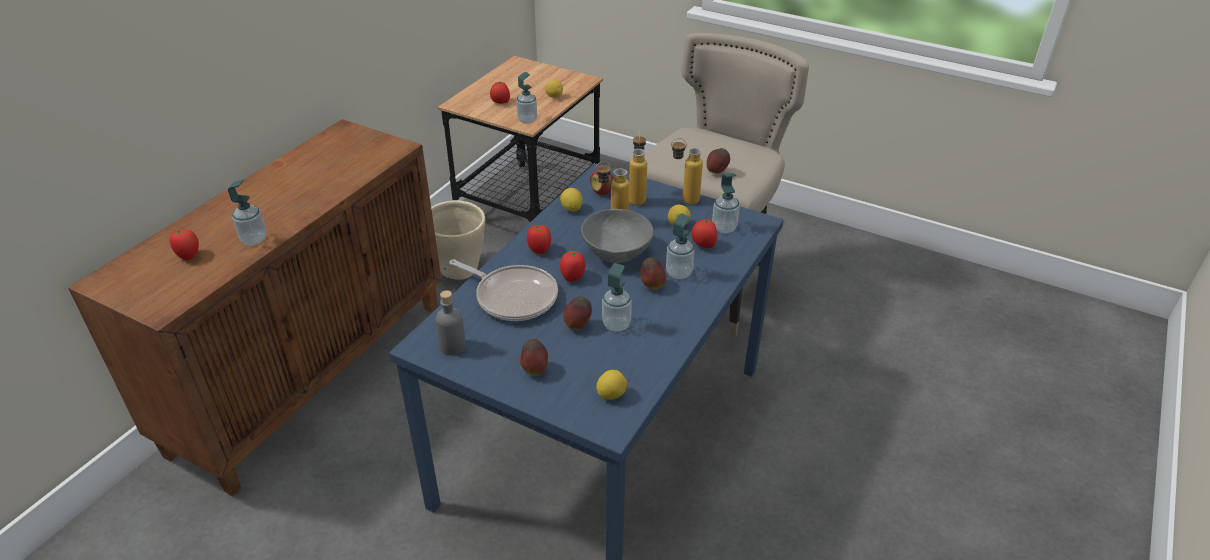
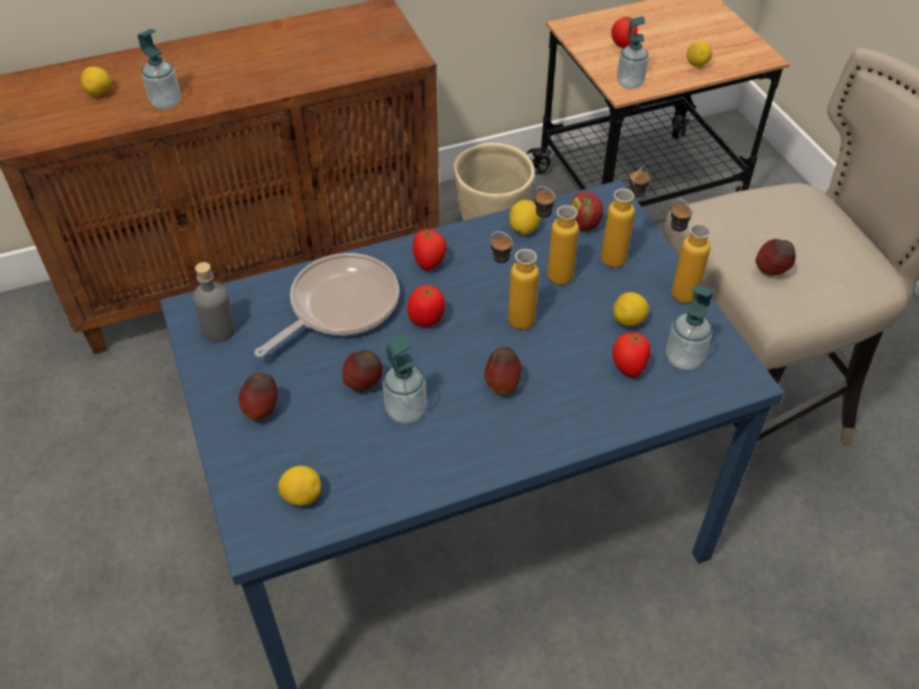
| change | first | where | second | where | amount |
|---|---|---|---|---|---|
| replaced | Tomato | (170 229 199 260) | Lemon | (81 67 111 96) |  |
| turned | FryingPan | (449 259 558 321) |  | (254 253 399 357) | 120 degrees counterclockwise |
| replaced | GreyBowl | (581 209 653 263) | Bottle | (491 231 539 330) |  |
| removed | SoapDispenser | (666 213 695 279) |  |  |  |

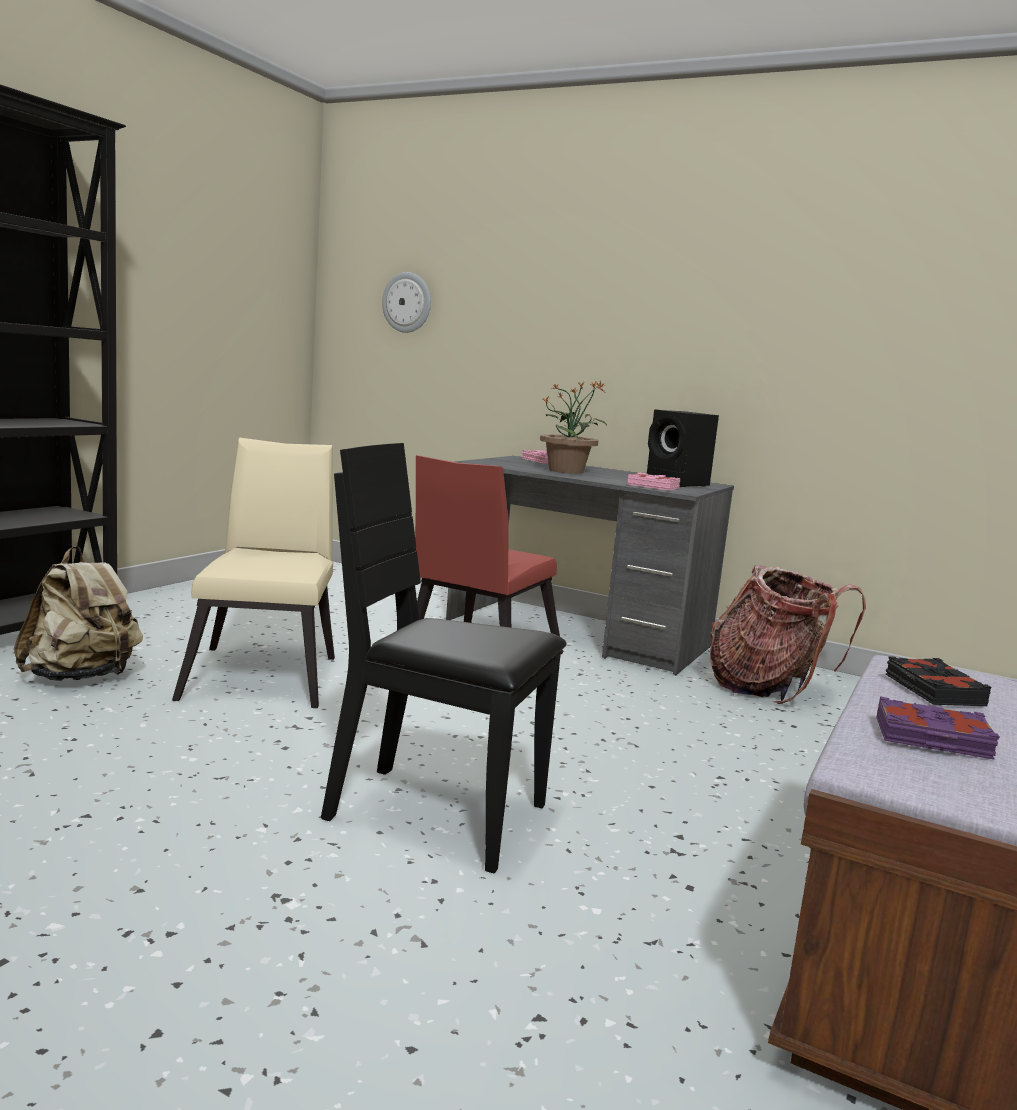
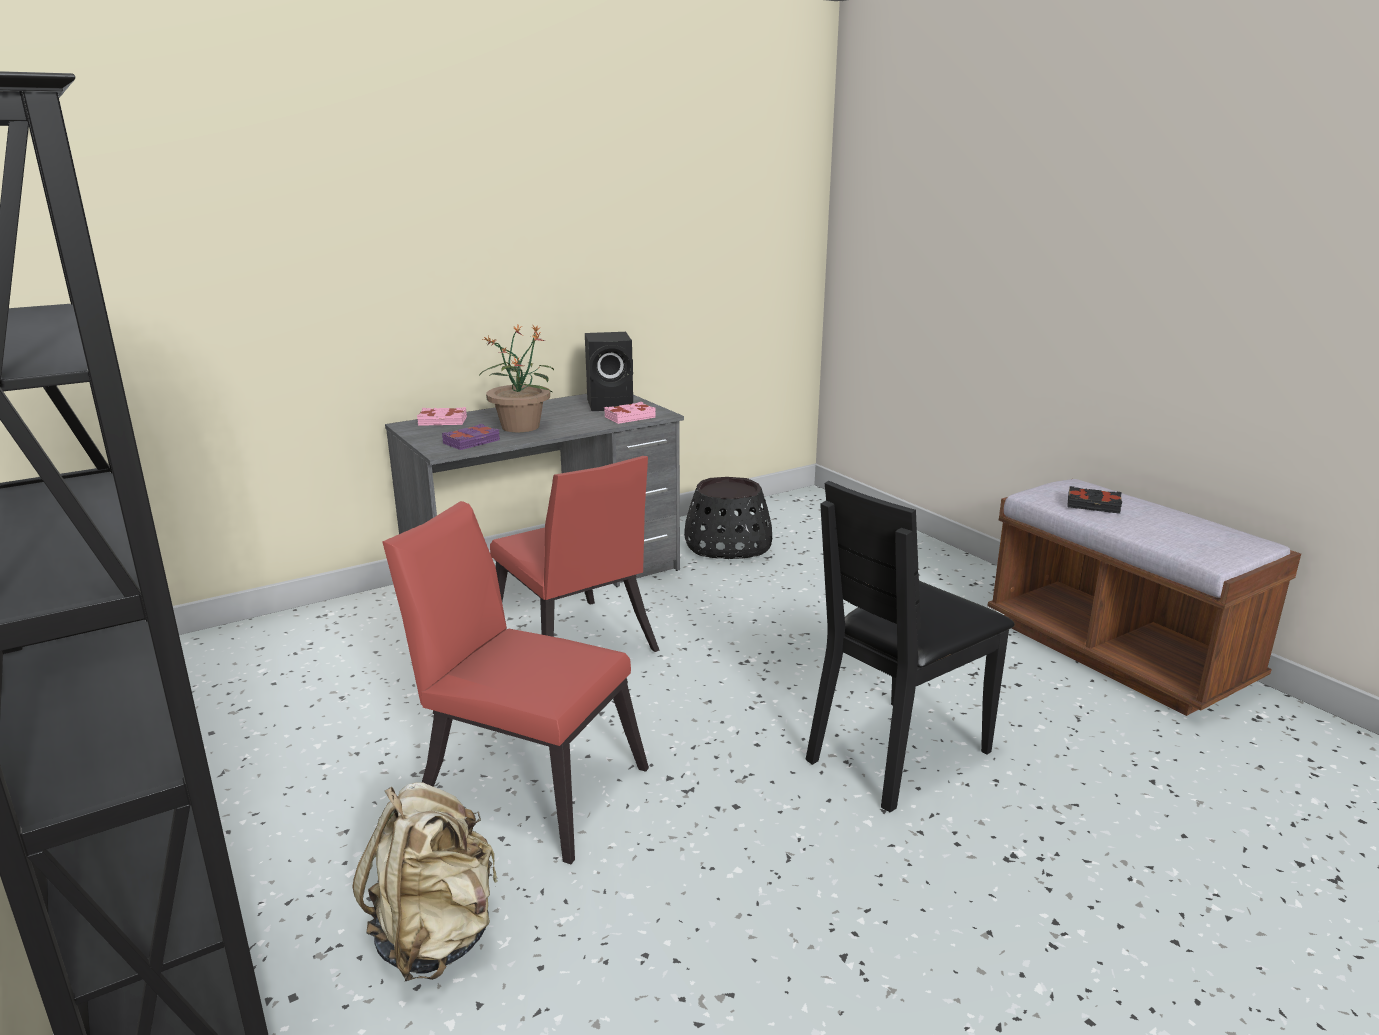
| change | first | where | second | where | amount |
|---|---|---|---|---|---|
| recoloured | BeigeChair | (172 438 335 708) | RedChair | (382 501 649 865) |  |
| removed | WallClock | (382 272 431 333) |  |  |  |
| replaced | Backpack | (710 565 866 704) | BlackPlanter | (684 477 772 559) |  |
| moved | PurpleBook | (876 697 1000 759) |  | (442 424 500 450) |  |

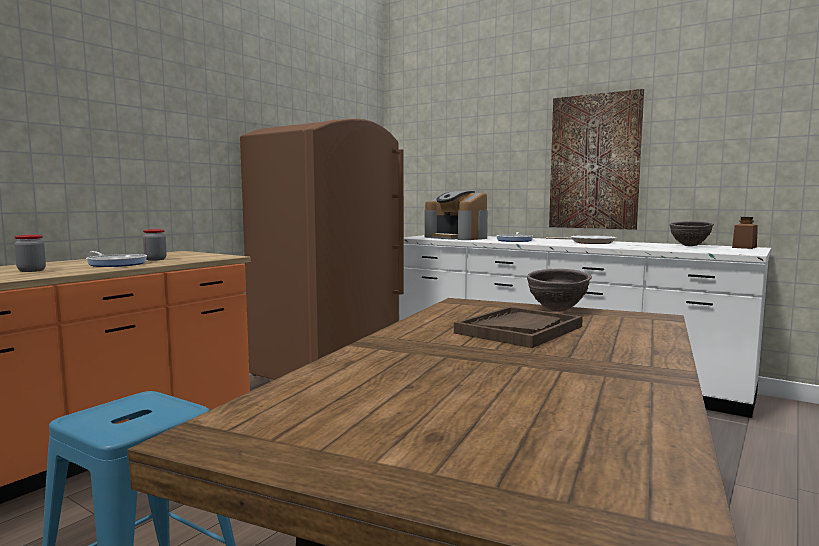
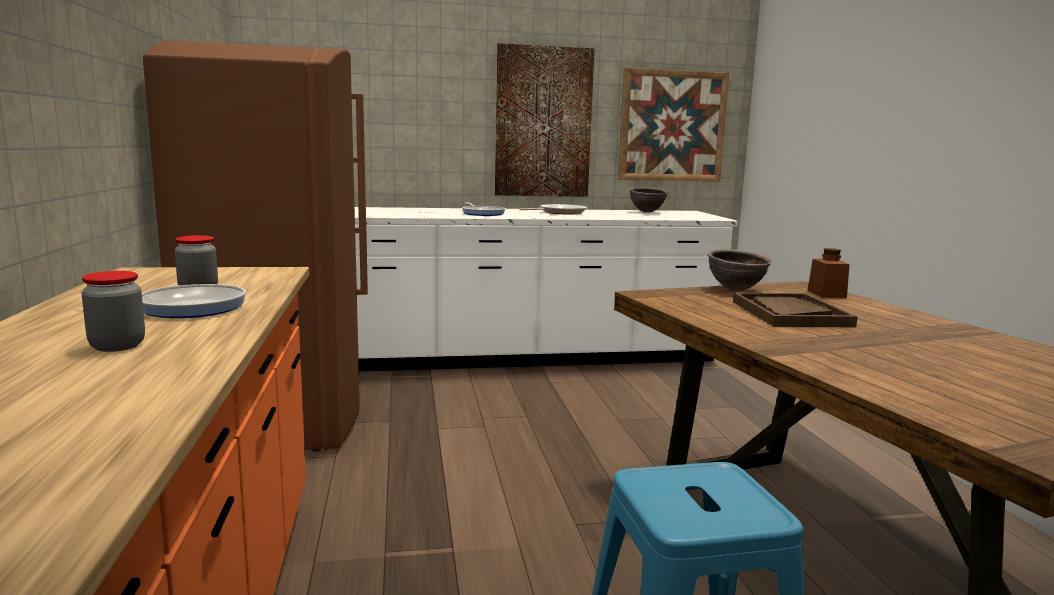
| change | first | where | second | where | amount |
|---|---|---|---|---|---|
| removed | CoffeeMachine | (425 191 488 240) |  |  |  |
| moved | BrownJar | (732 217 758 249) |  | (807 248 850 298) |  |
| added |  |  | Picture | (618 68 729 182) |  |

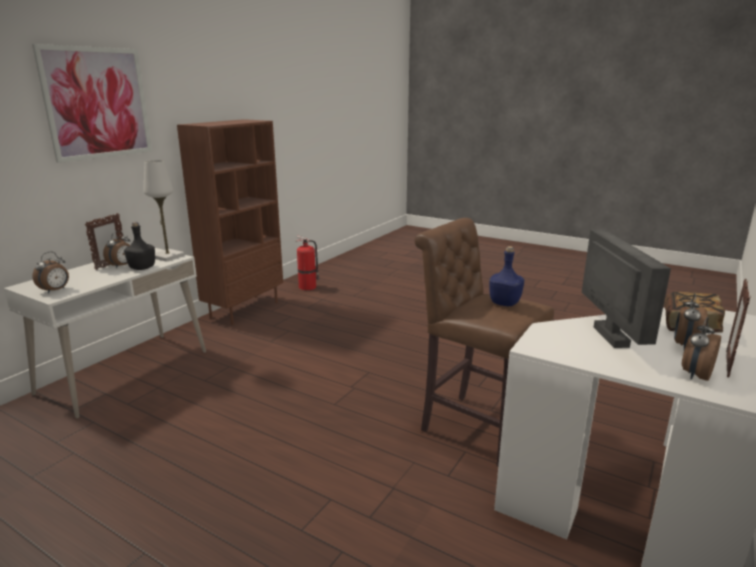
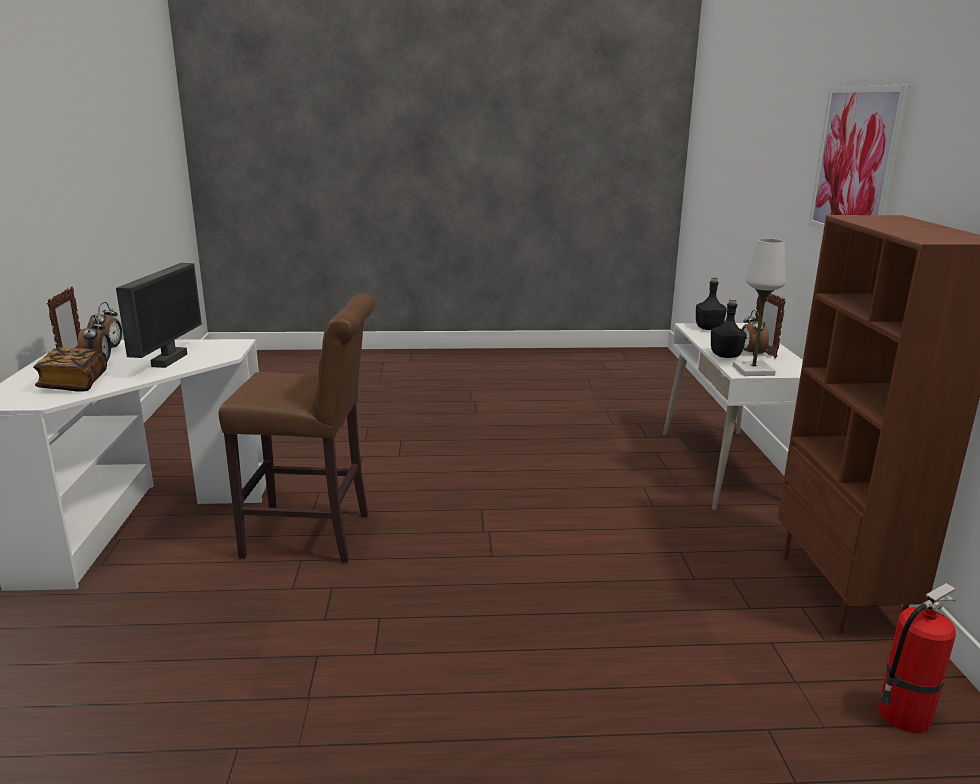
| change | first | where | second | where | amount |
|---|---|---|---|---|---|
| replaced | AlarmClock | (32 251 69 293) | BlackBottle | (696 277 727 330) |  |
| removed | BlueBottle | (489 246 524 306) |  |  |  |
| turned | Monitor | (582 230 671 348) |  | (116 263 202 368) | 135 degrees counterclockwise |

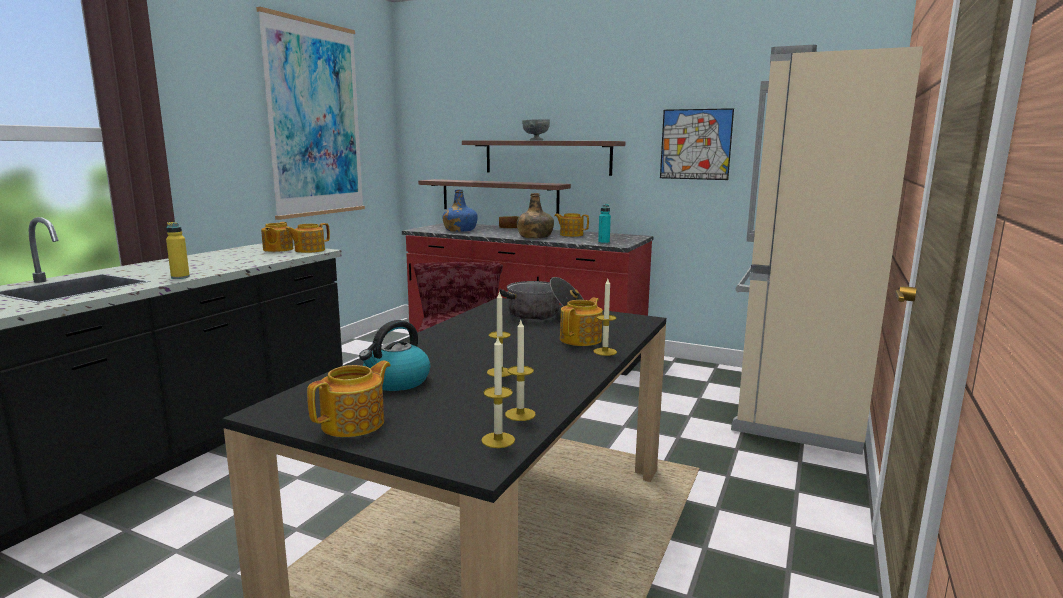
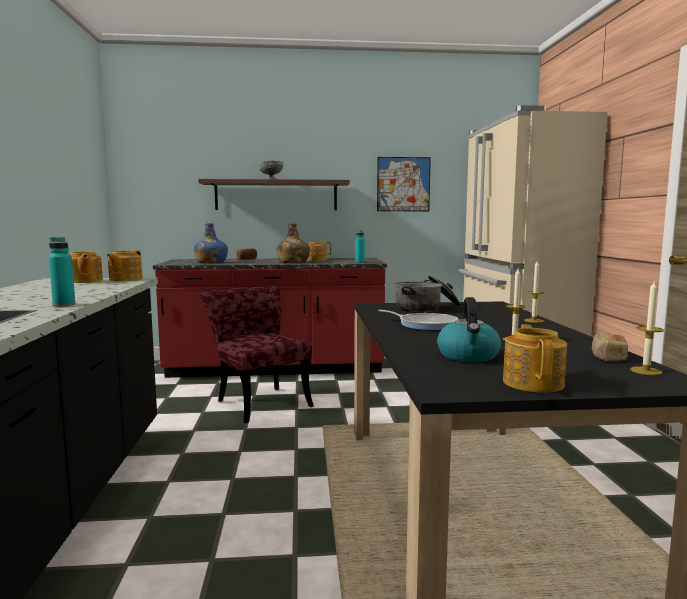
| change | first | where | second | where | amount |
|---|---|---|---|---|---|
| recoloured | YellowBottle | (166 222 190 279) | TurquoiseBottle | (49 237 75 306) |  |
| removed | Picture | (256 7 365 220) |  |  |  |
| removed | Shelf | (418 179 571 214) |  |  |  |
| replaced | Candle | (505 320 536 421) | Bread | (592 332 628 361) |  |
| removed | Teapot | (560 298 603 346) |  |  |  |
| added |  |  | FryingPan | (378 310 459 331) |  |

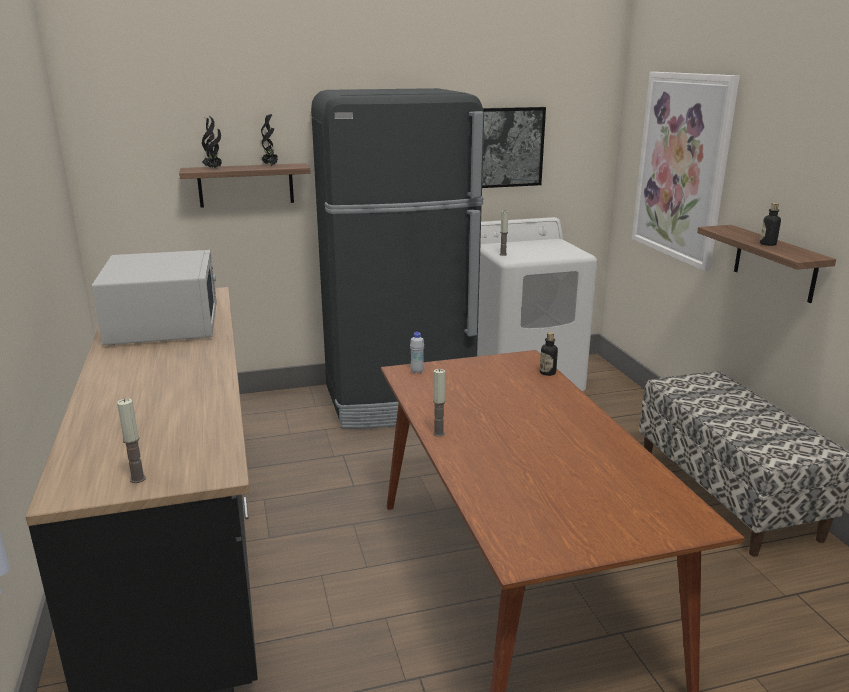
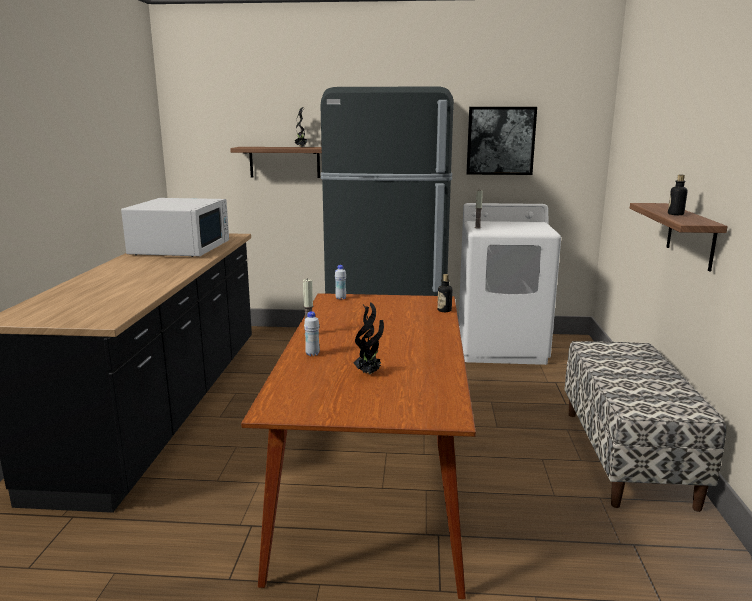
| change | first | where | second | where | amount |
|---|---|---|---|---|---|
| removed | Candle | (117 399 146 483) |  |  |  |
| moved | PottedPlant | (202 116 222 169) |  | (353 302 384 374) |  |
| removed | Picture | (632 72 740 271) |  |  |  |
| added |  |  | WhiteBottle | (304 311 320 356) |  |

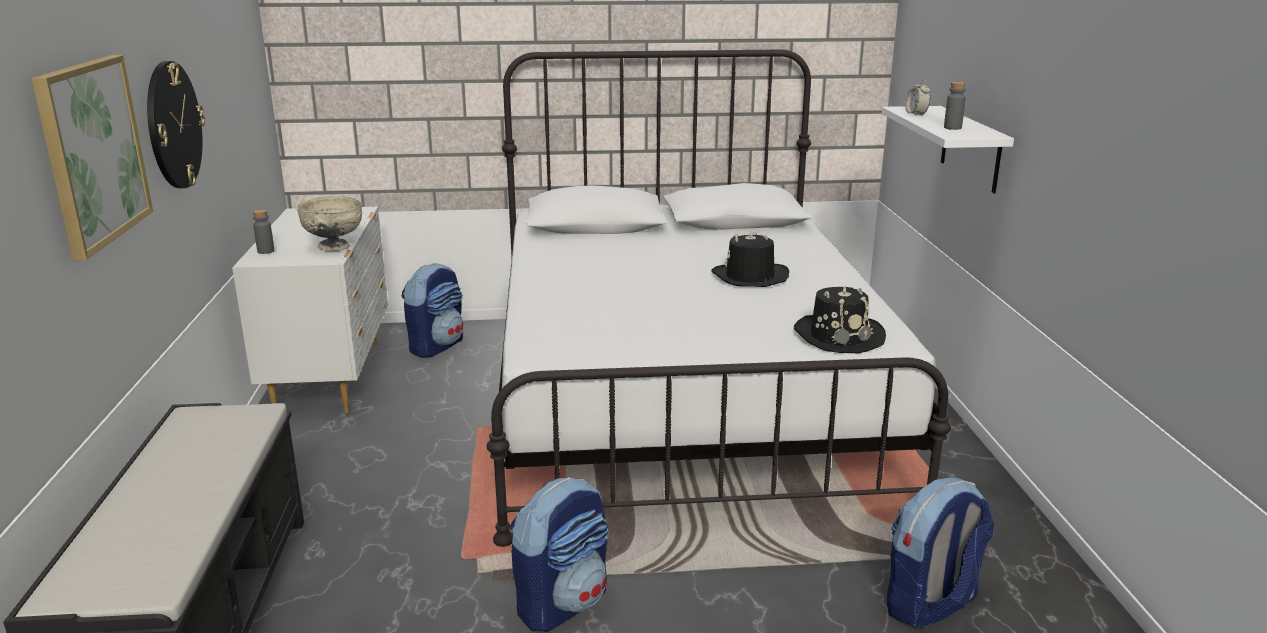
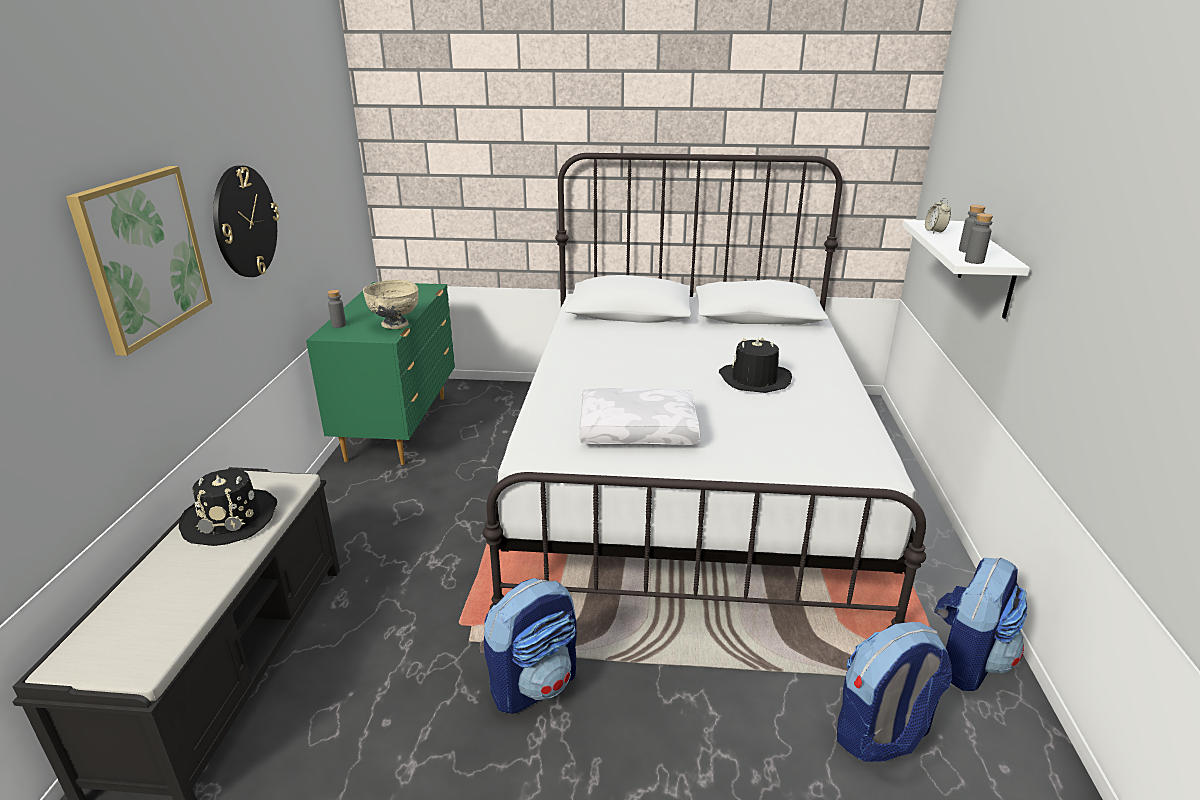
| change | first | where | second | where | amount |
|---|---|---|---|---|---|
| recoloured | WhiteDresser | (232 207 388 414) | GreenDresser | (306 282 455 465) |  |
| moved | Backpack | (402 263 463 358) |  | (934 557 1028 691) |  |
| moved | BlackHat | (794 286 886 353) |  | (179 469 277 546) |  |
| added |  |  | WhitePillow | (579 388 700 445) |  |
| added |  |  | GreyBottle | (965 213 993 264) |  |

